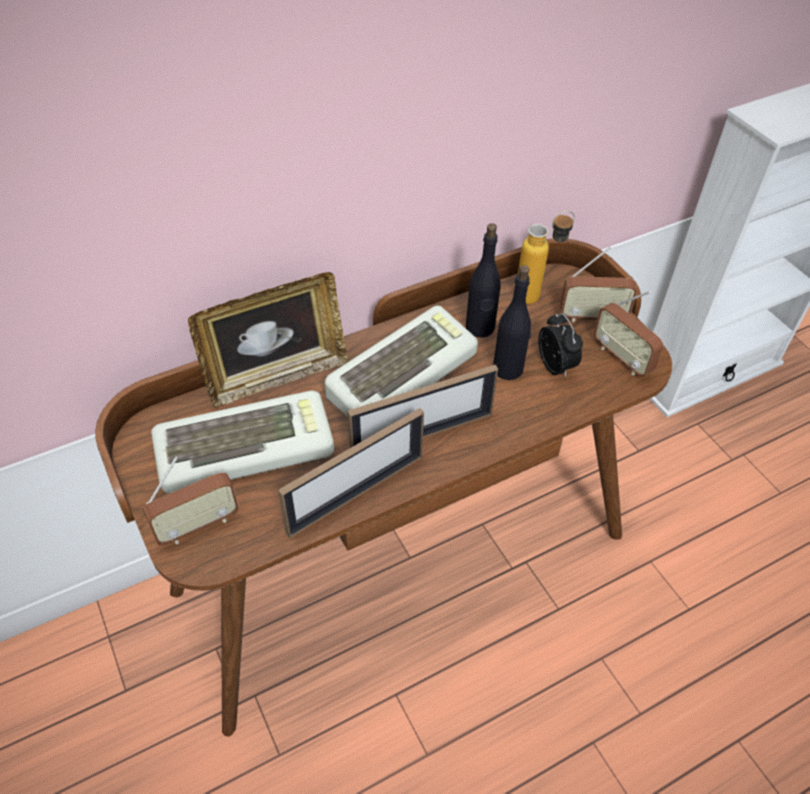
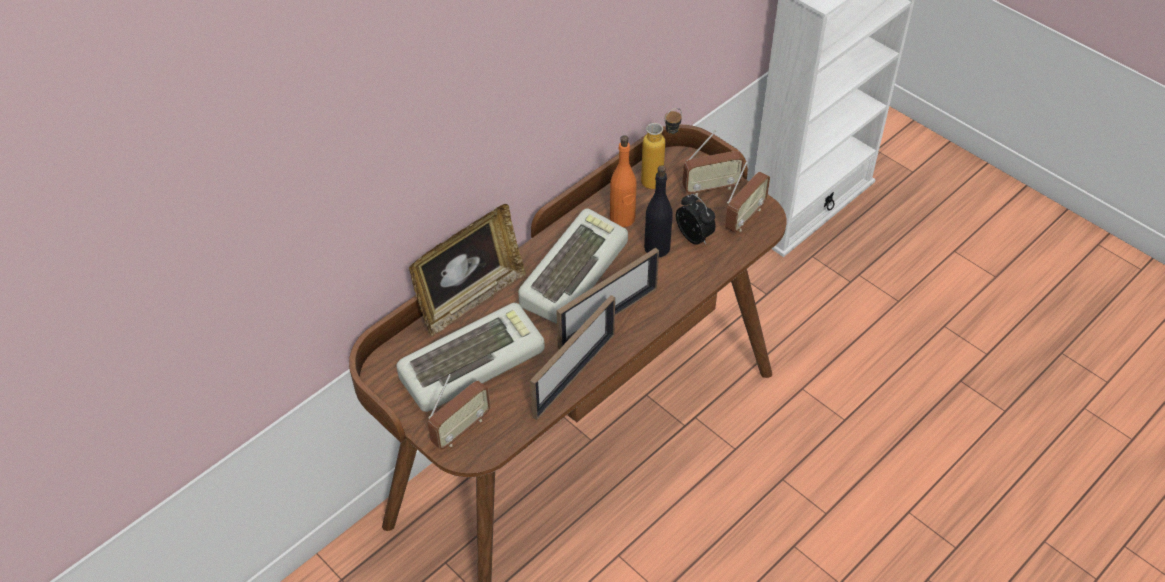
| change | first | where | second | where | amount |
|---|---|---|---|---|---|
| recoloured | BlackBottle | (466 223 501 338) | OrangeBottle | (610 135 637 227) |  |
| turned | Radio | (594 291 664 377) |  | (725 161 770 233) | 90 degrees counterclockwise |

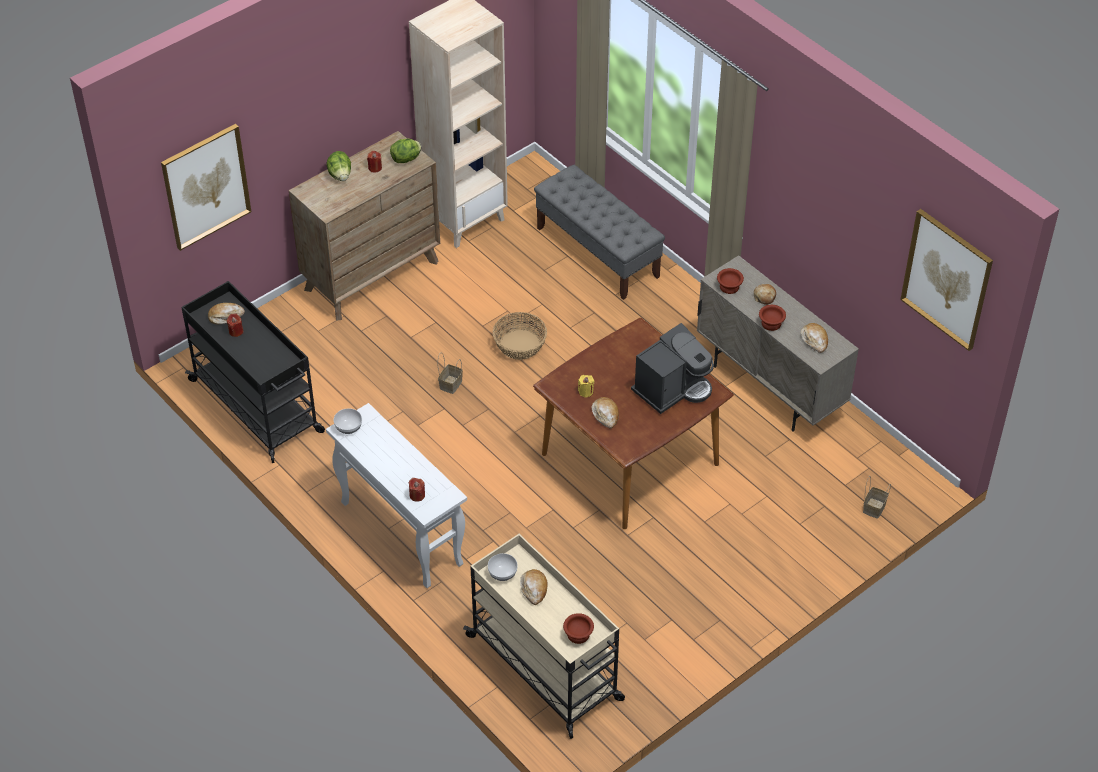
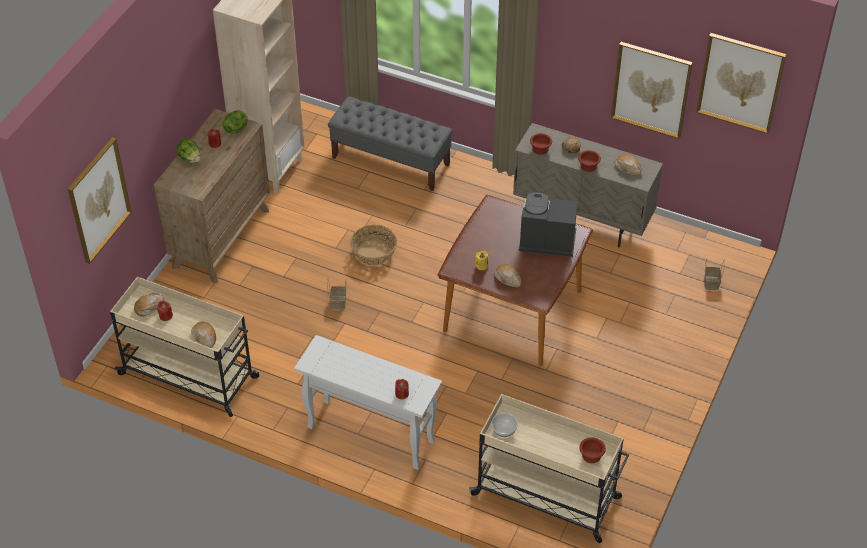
| change | first | where | second | where | amount |
|---|---|---|---|---|---|
| recoloured | BlackCart | (181 281 325 463) | BeigeCart | (110 277 259 417) |  |
| removed | Bowl | (334 408 362 434) |  |  |  |
| moved | Bread | (520 569 548 605) |  | (191 322 216 348) |  |
| turned | CoffeeMachine | (631 323 714 414) |  | (519 192 578 257) | 105 degrees counterclockwise |
| added |  |  | Picture | (611 42 693 139) |  |

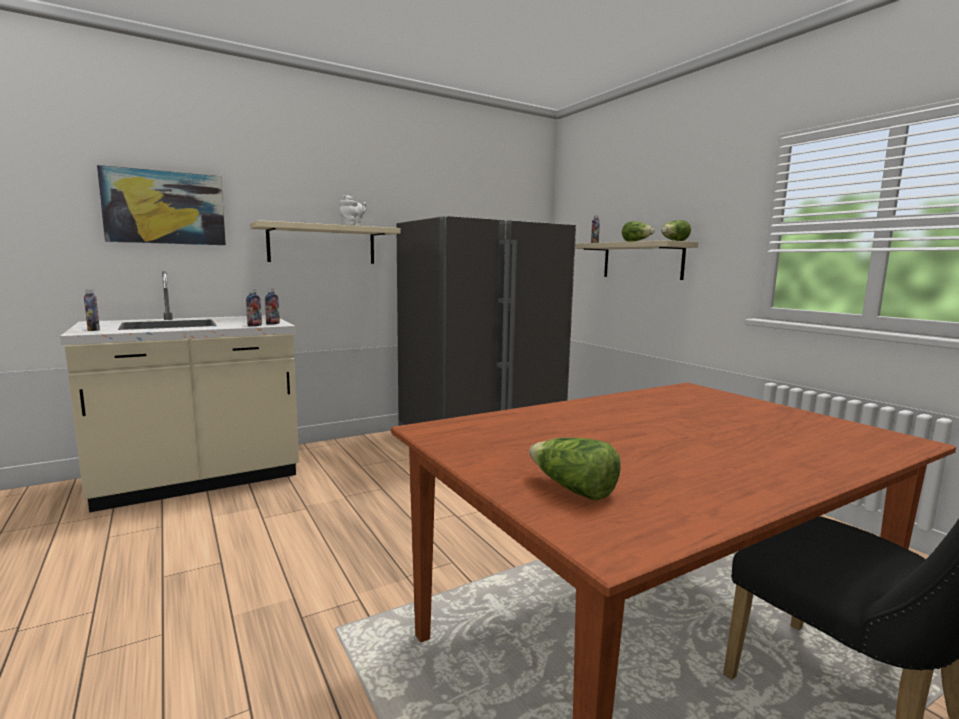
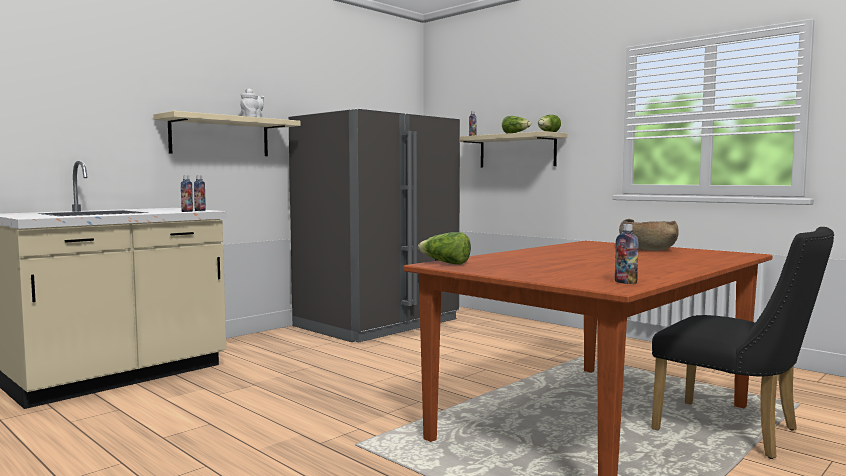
| change | first | where | second | where | amount |
|---|---|---|---|---|---|
| moved | Bottle | (84 289 100 331) |  | (615 224 639 284) |  |
| removed | Picture | (97 165 226 245) |  |  |  |
| moved | Lettuce | (529 437 621 500) |  | (418 232 471 265) |  |
| added |  |  | BrownBowl | (619 219 679 251) |  |

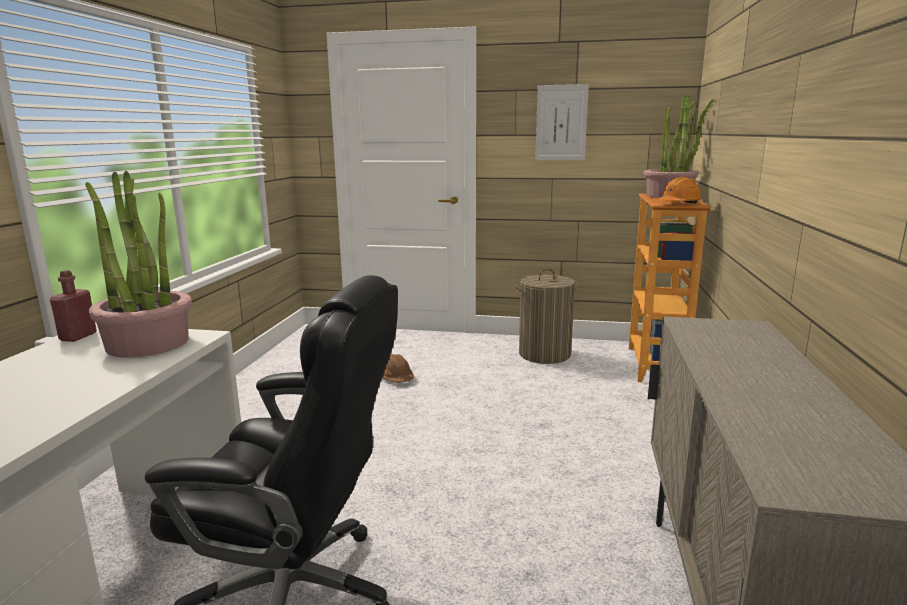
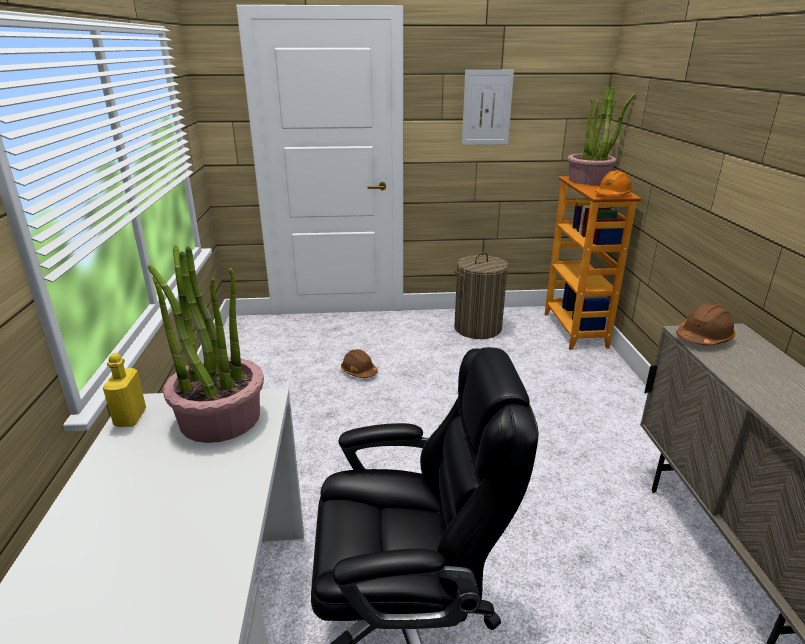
| change | first | where | second | where | amount |
|---|---|---|---|---|---|
| recoloured | RedBottle | (50 270 97 342) | YellowBottle | (103 353 146 427) |  |
| added |  |  | BrownHardHat | (676 304 736 345) |  |

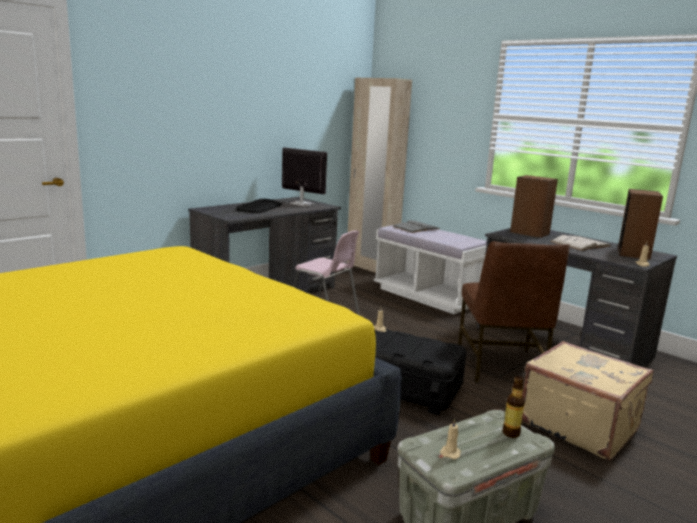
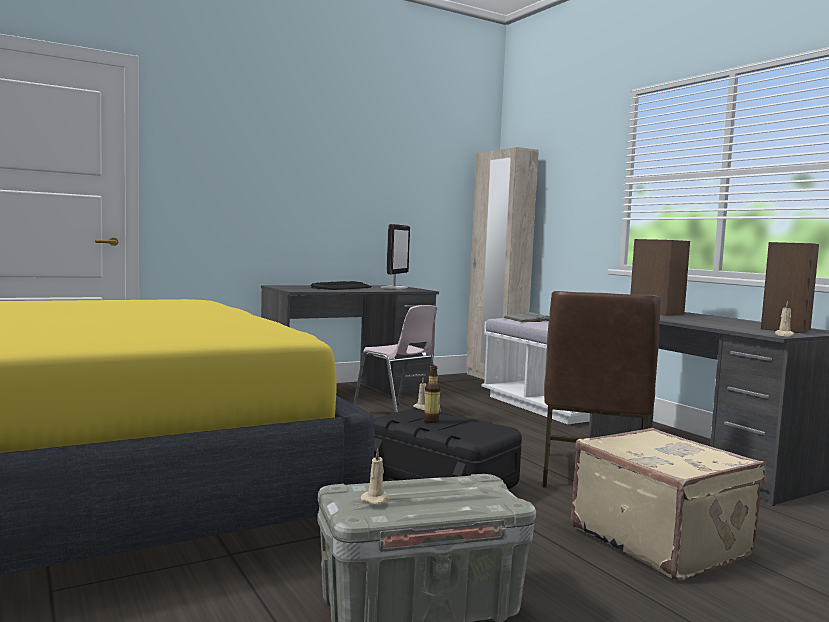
| change | first | where | second | where | amount |
|---|---|---|---|---|---|
| turned | Monitor | (282 147 327 206) |  | (381 224 410 290) | 60 degrees clockwise |
| moved | Bottle | (503 376 525 438) |  | (423 365 440 423) |  |
| removed | WhiteBook | (550 235 610 251) |  |  |  |

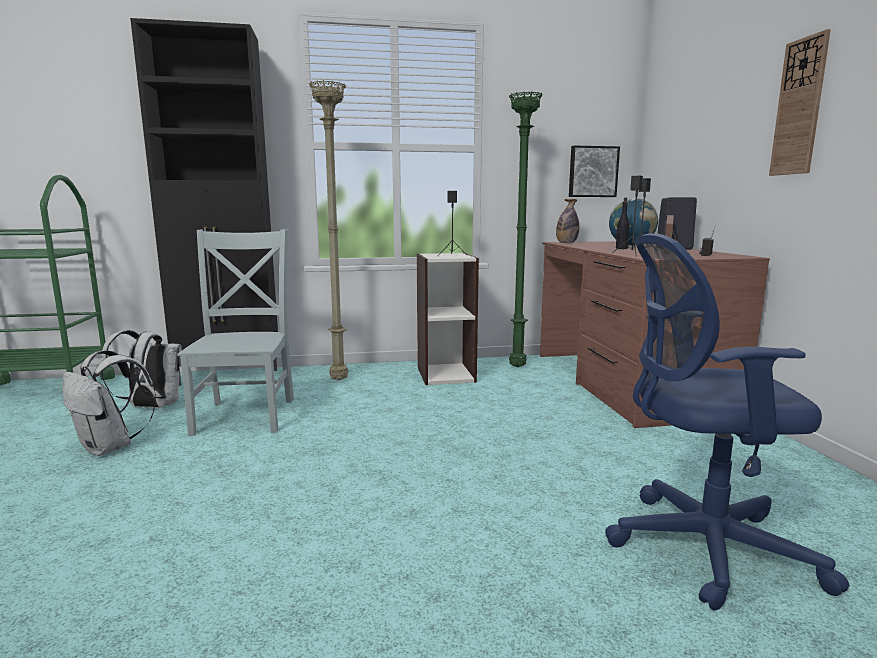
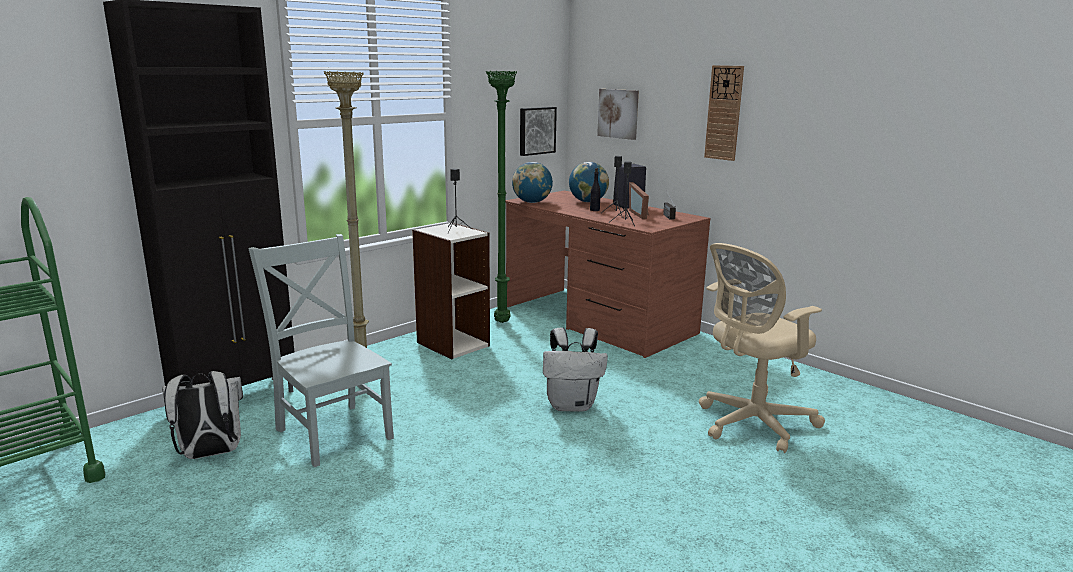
| change | first | where | second | where | amount |
|---|---|---|---|---|---|
| moved | WhiteBackpack | (63 350 157 456) |  | (543 328 608 412) |  |
| replaced | Bottle | (556 199 579 243) | Globe | (512 162 553 203) |  |
| recoloured | BlueOfficeChair | (605 233 850 611) | BeigeOfficeChair | (699 243 825 453) |  |
| added |  |  | Picture | (597 89 639 140) |  |

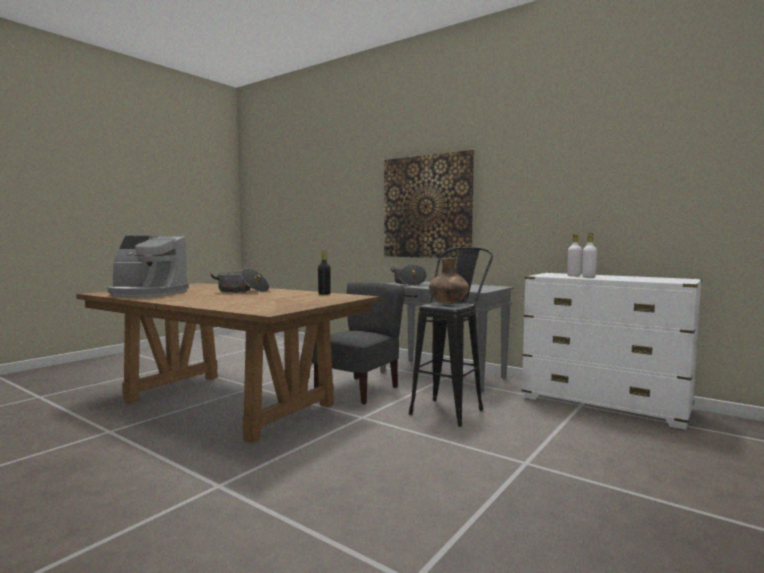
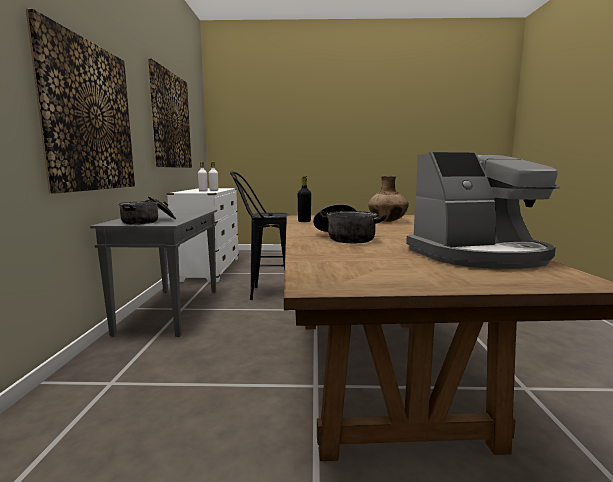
| change | first | where | second | where | amount |
|---|---|---|---|---|---|
| turned | CoffeeMachine | (108 236 189 298) |  | (406 152 560 269) | 105 degrees clockwise |
| removed | GreyChair | (312 282 405 405) |  |  |  |
| moved | BrownVase | (429 258 469 304) |  | (368 176 409 222) |  |
| added |  |  | Picture | (147 58 192 168) |  |

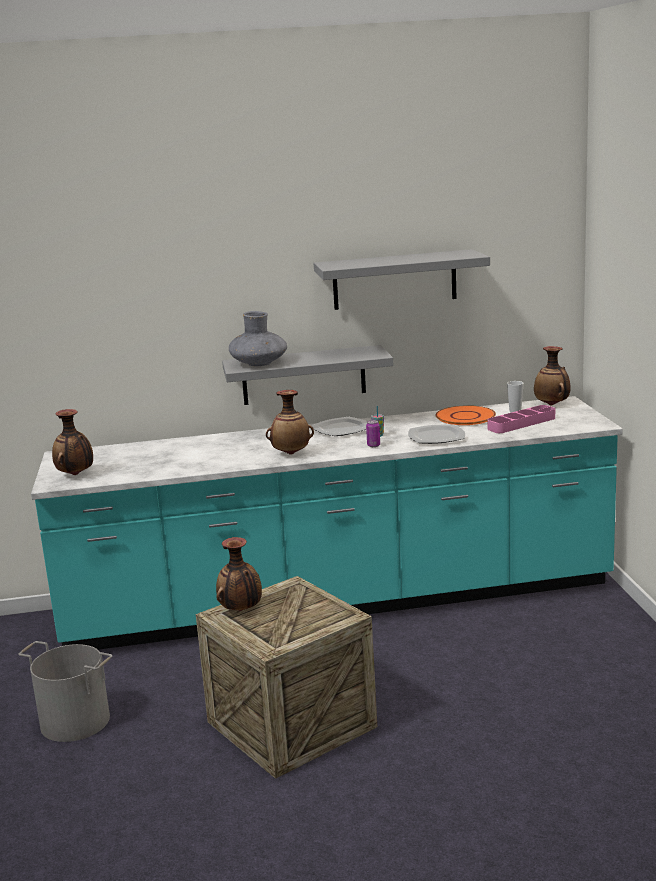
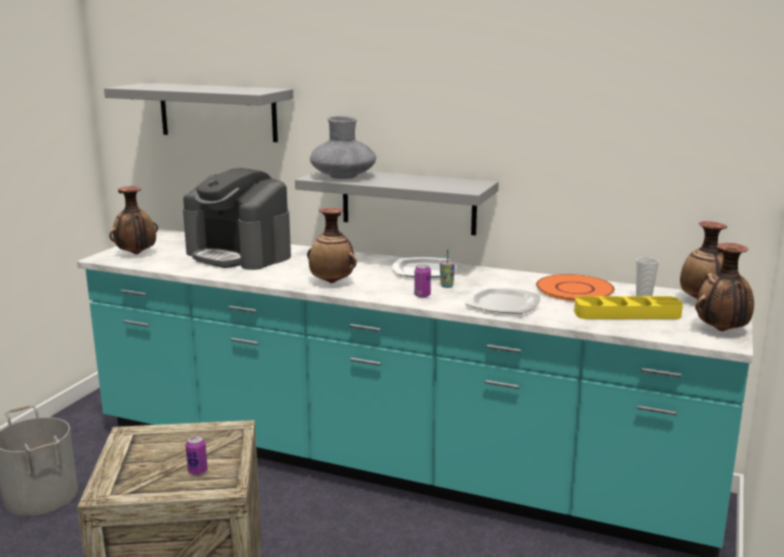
| change | first | where | second | where | amount |
|---|---|---|---|---|---|
| moved | Vase | (216 537 262 611) |  | (695 243 754 331) |  |
| moved | GreyShelf | (314 249 490 310) |  | (104 83 293 142) |  |
| recoloured | PinkTray | (488 405 555 433) | YellowTray | (574 296 683 319) |  |
| added |  |  | CoffeeMachine | (183 168 291 270) |  |
| added |  |  | Can | (186 435 208 475) |  |

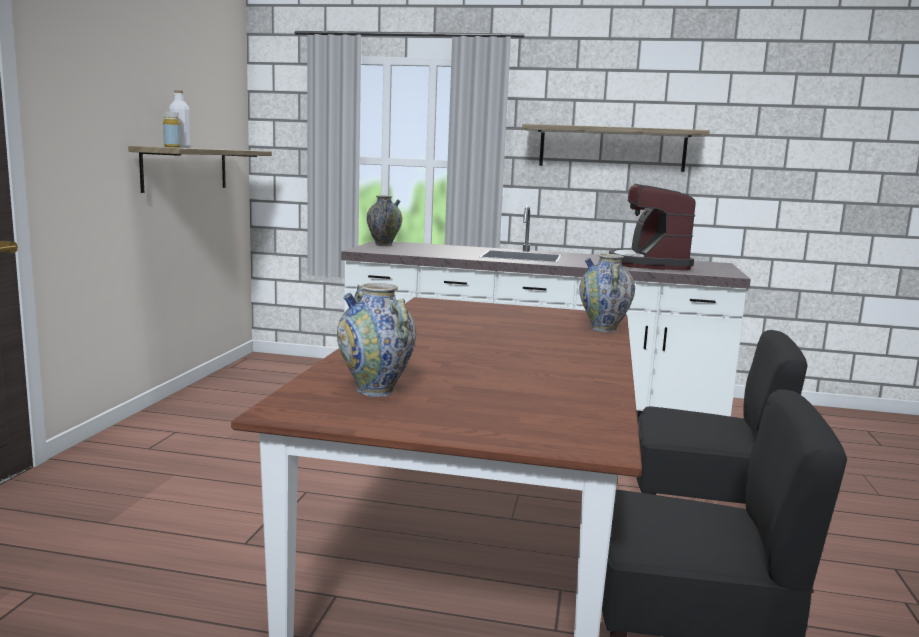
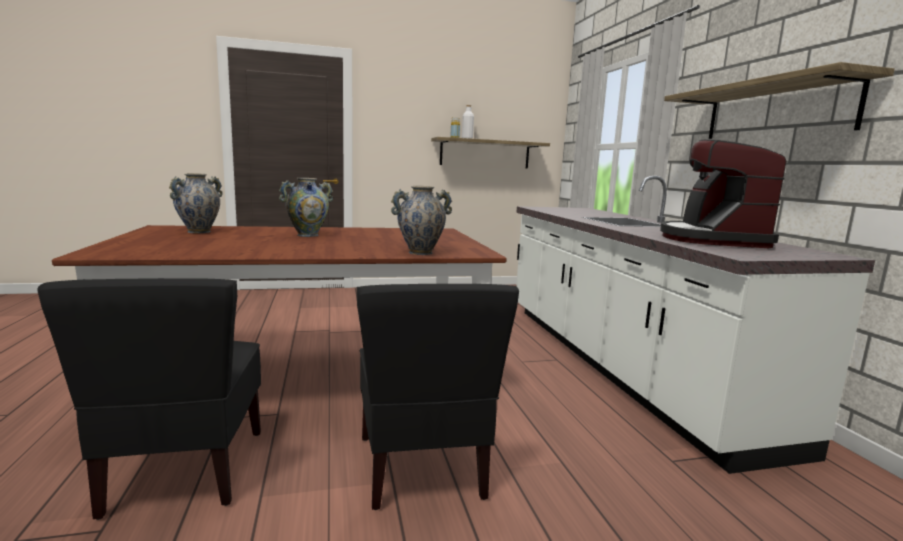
| change | first | where | second | where | amount |
|---|---|---|---|---|---|
| moved | Vase | (367 195 402 246) |  | (279 178 333 237) |  |
| turned | CoffeeMachine | (609 184 696 271) |  | (660 139 786 248) | 60 degrees counterclockwise |

